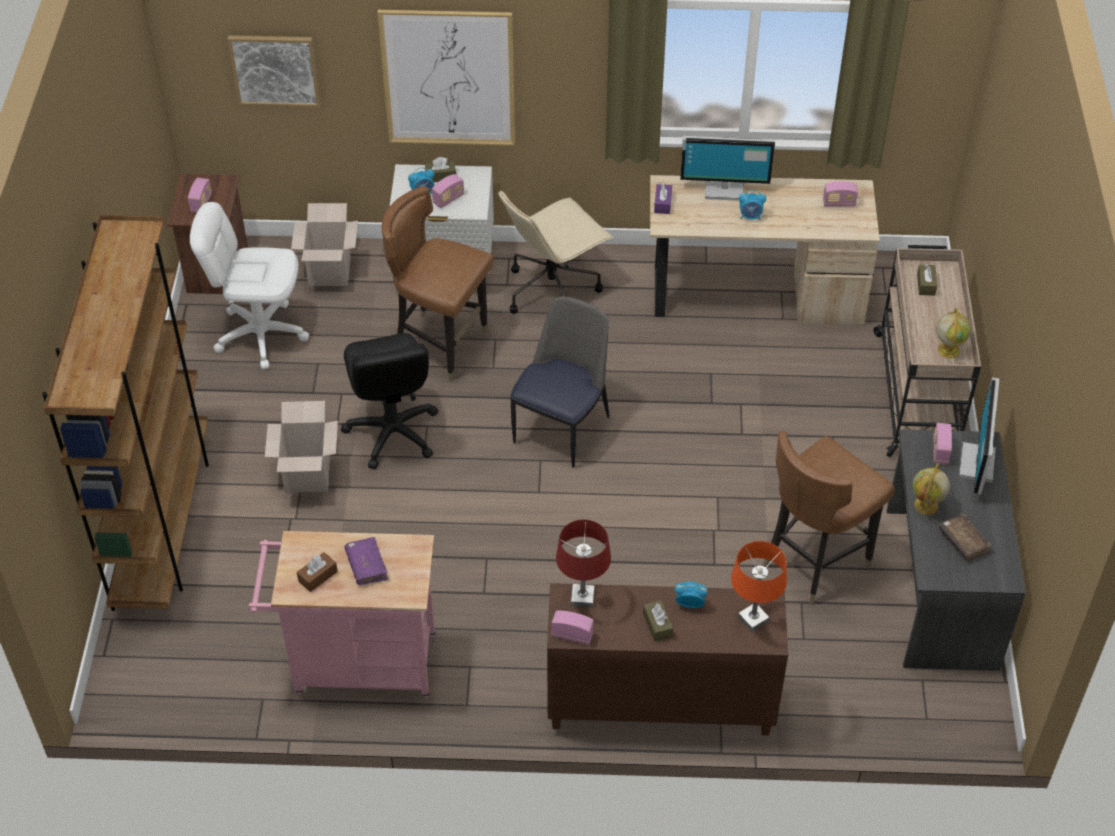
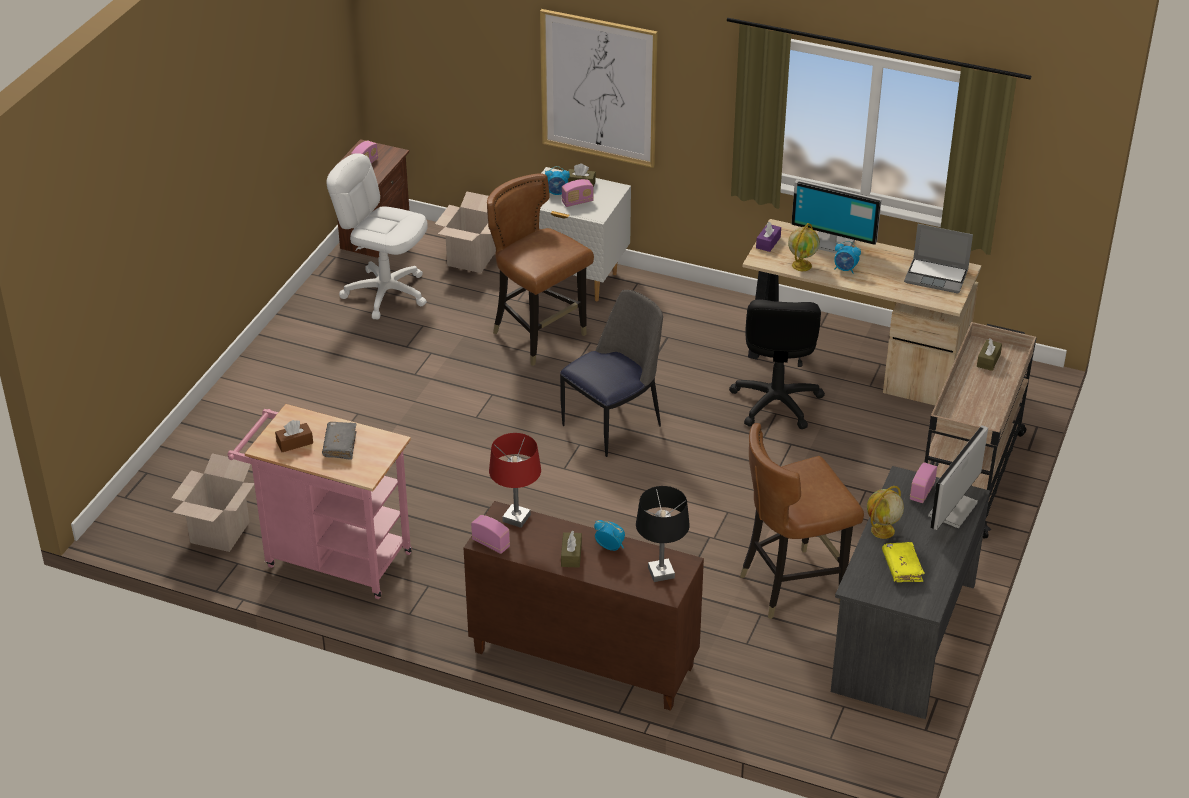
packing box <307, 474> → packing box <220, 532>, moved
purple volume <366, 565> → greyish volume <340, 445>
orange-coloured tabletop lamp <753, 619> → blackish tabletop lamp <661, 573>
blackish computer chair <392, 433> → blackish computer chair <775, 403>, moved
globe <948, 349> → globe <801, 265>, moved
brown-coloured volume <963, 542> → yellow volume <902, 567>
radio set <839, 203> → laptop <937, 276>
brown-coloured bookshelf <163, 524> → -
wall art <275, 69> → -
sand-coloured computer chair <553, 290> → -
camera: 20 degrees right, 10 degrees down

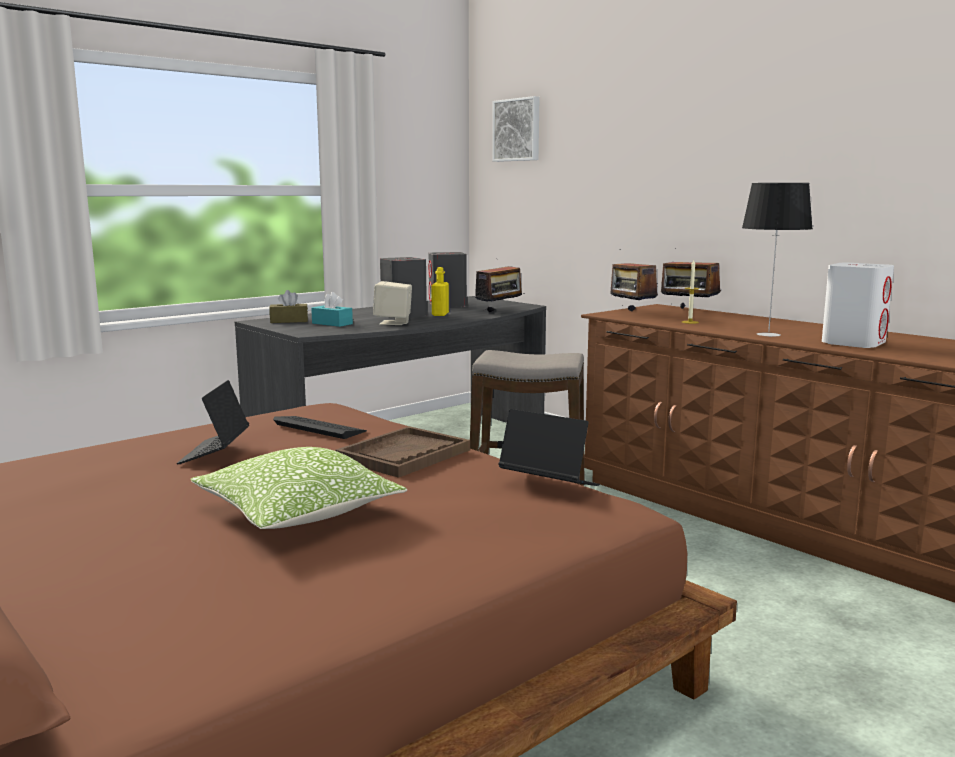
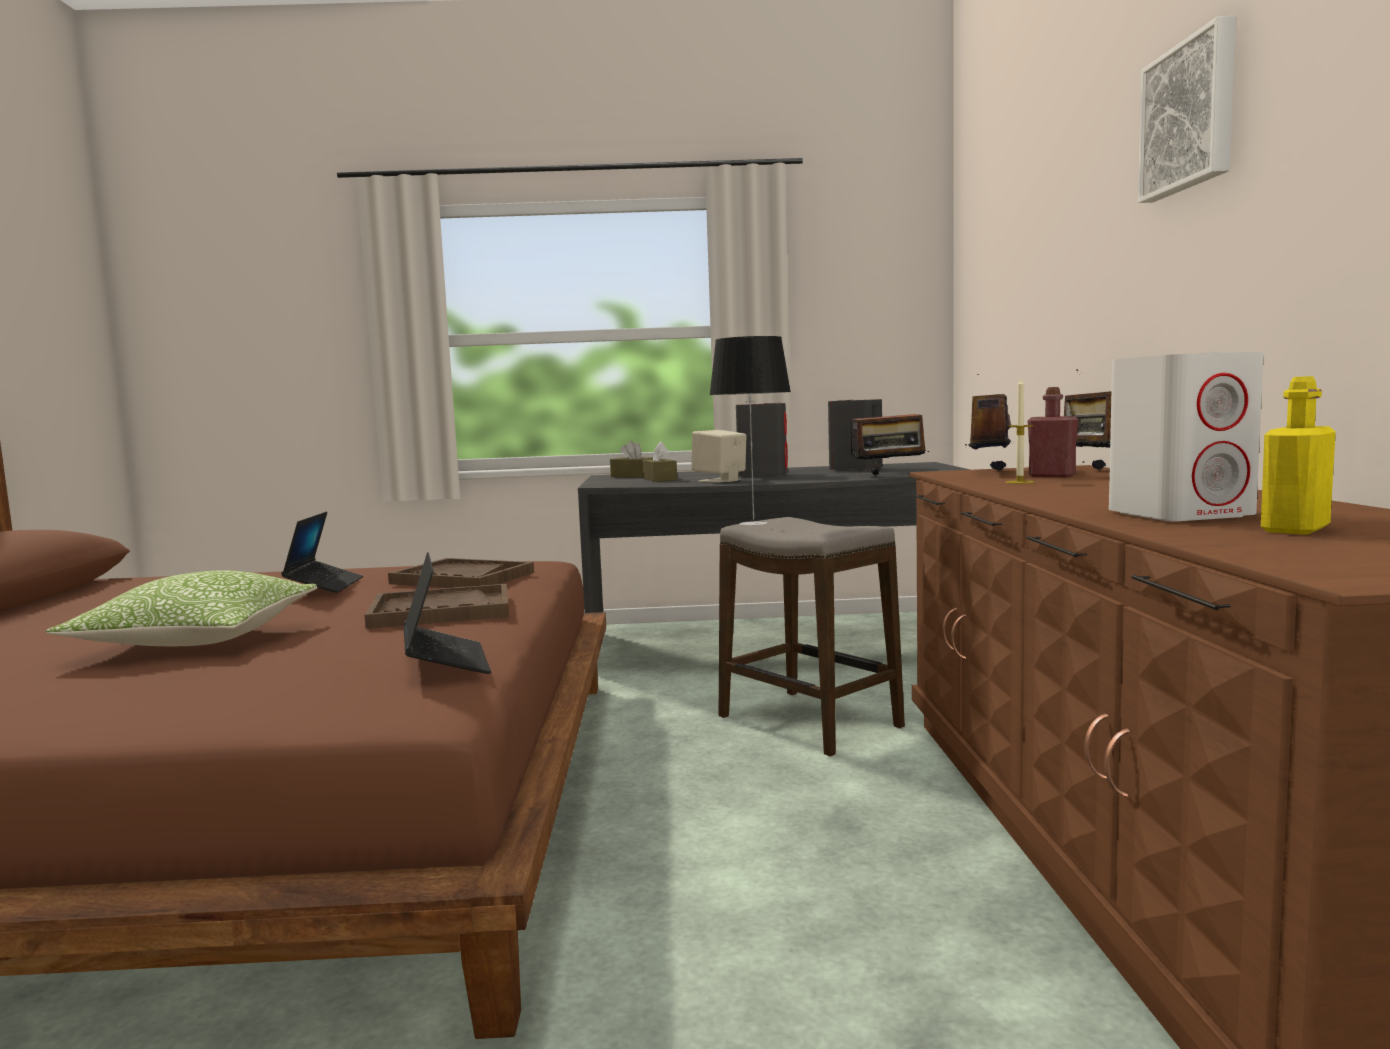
laptop <215, 453> → laptop <325, 585>, 135 degrees clockwise
computer keyboard <320, 428> → brown-coloured serving tray <462, 578>
turquoise-coloured box of tissues <332, 323> → brown-coloured box of tissues <659, 479>
tabletop lamp <767, 334> → tabletop lamp <753, 523>, moved
- → reddish bottle <1052, 476>
wall art <517, 130> → wall art <1190, 116>, moved
yellow bottle <440, 314> → yellow bottle <1295, 529>, moved
camera: 40 degrees right, 5 degrees down

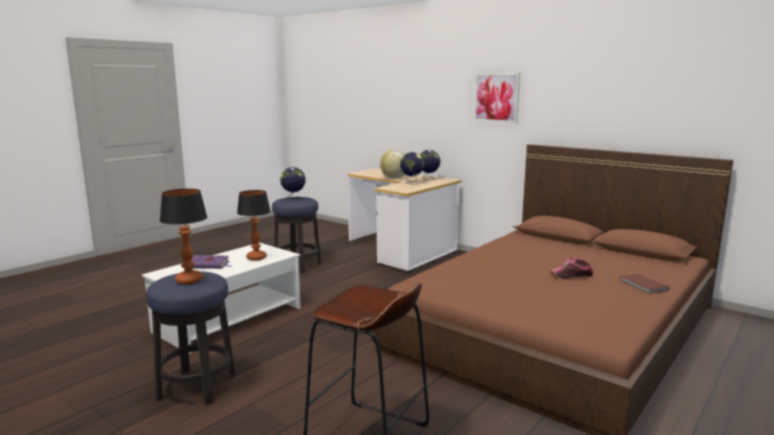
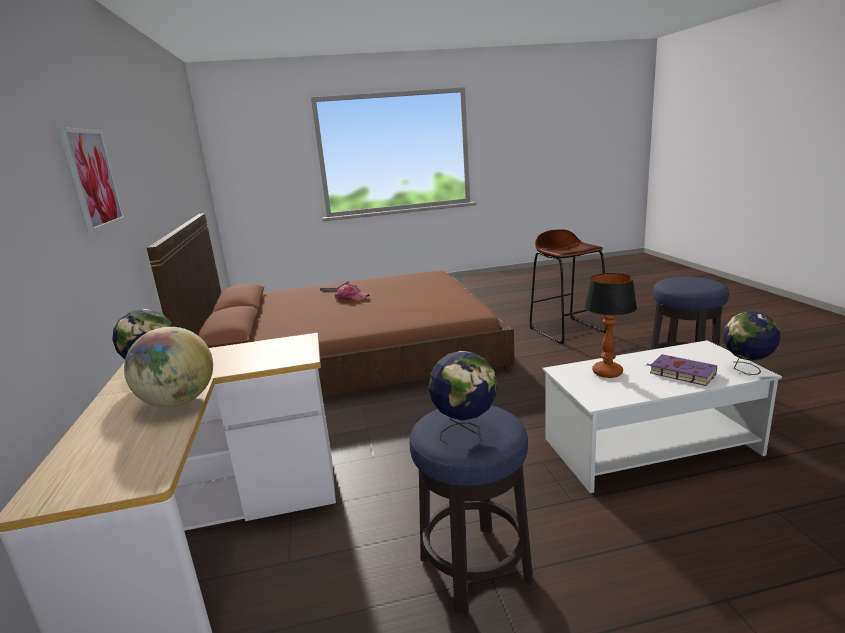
globe <411, 182> → globe <746, 370>, moved
tabletop lamp <189, 280> → -
camera: 140 degrees left, 5 degrees up

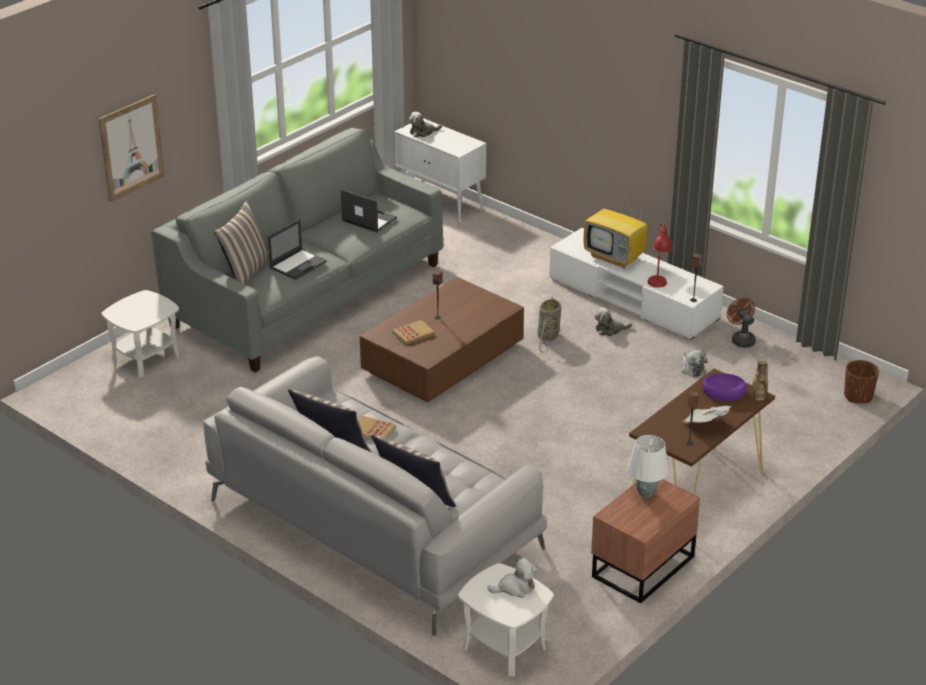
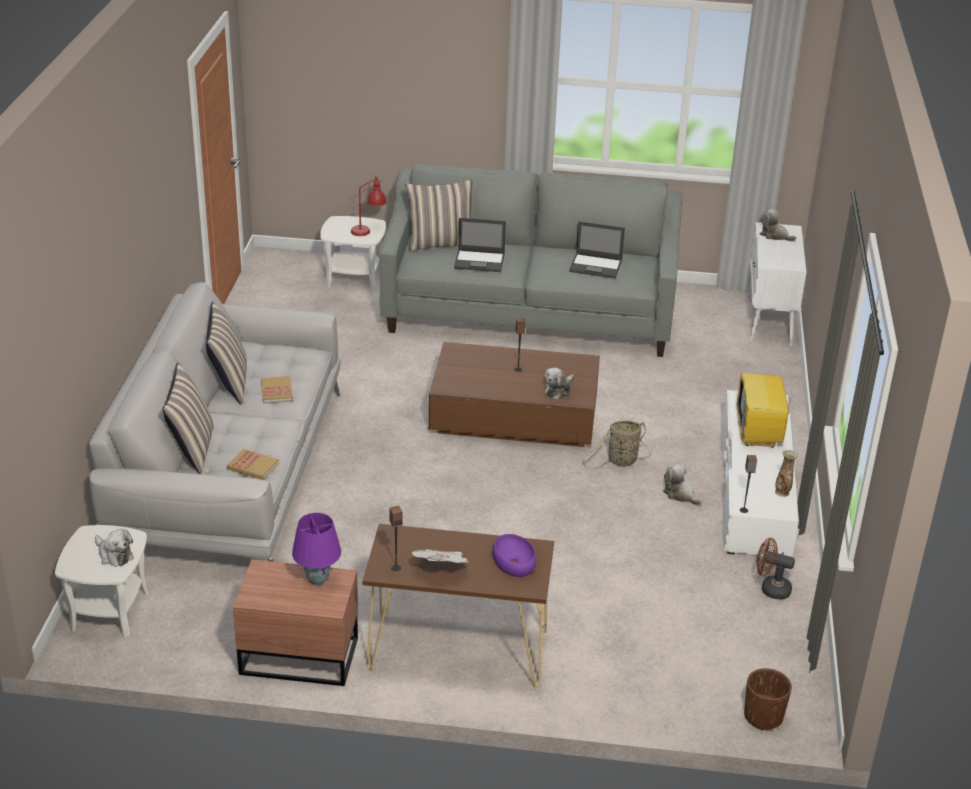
volume <413, 334> → volume <253, 466>, moved
white tabletop lamp <646, 493> → purple tabletop lamp <317, 580>
reddish tabletop lamp <658, 277> → reddish tabletop lamp <368, 230>, moved
cuddly toy <691, 368> → cuddly toy <558, 390>, moved
laptop <368, 219> → laptop <596, 266>, 105 degrees clockwise
brown-coloured cooling fan <741, 339> → brown-coloured cooling fan <770, 589>, 105 degrees counterclockwise
flower vase <758, 396> → flower vase <782, 492>, moved
wall art <131, 147> → -
camera: 55 degrees right, 0 degrees up

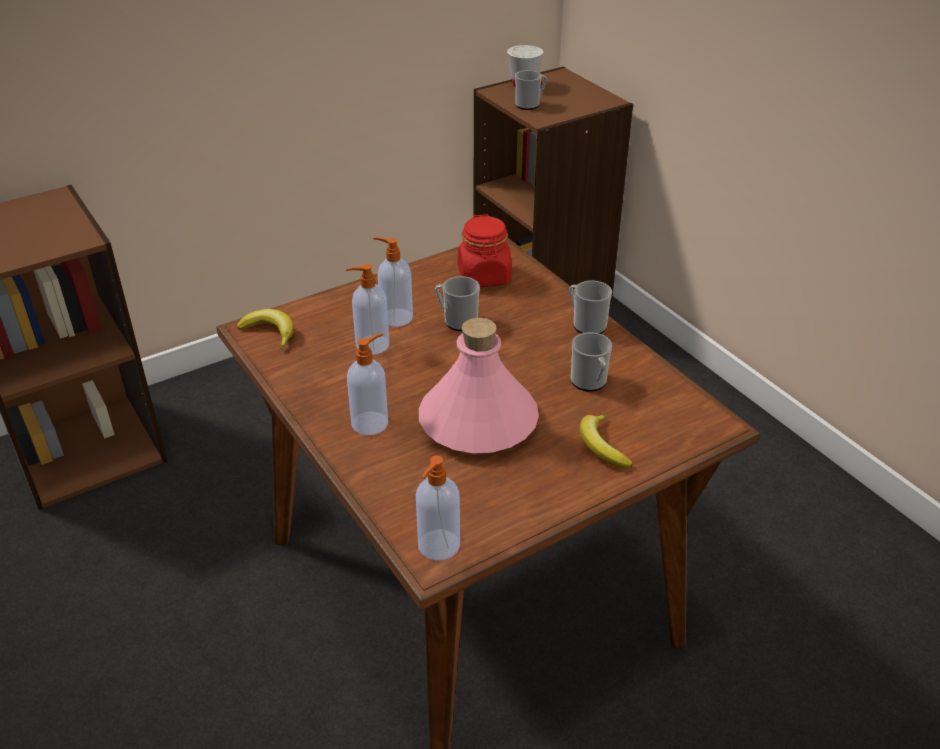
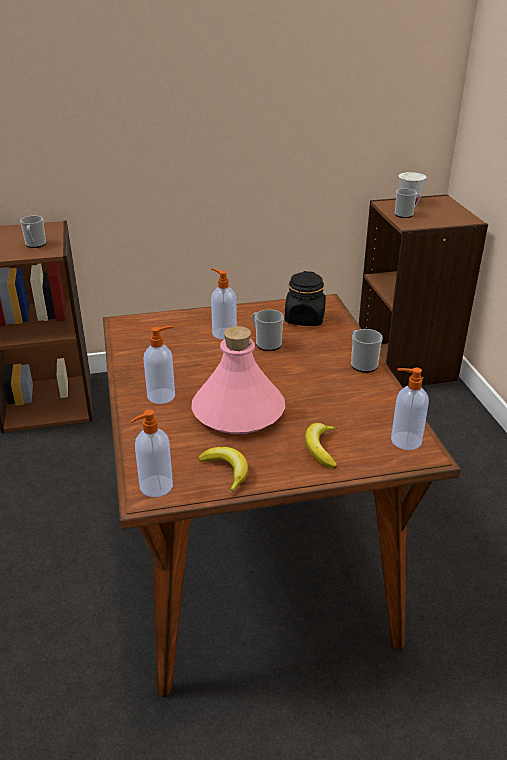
mug <590, 383> → mug <35, 245>, moved
banana fruit <270, 332> → banana fruit <226, 471>, moved
reddish preserve jar <484, 276> → blackish preserve jar <304, 319>
liquid soap bottle <371, 345> → liquid soap bottle <404, 441>, moved
camera: 20 degrees right, 5 degrees down

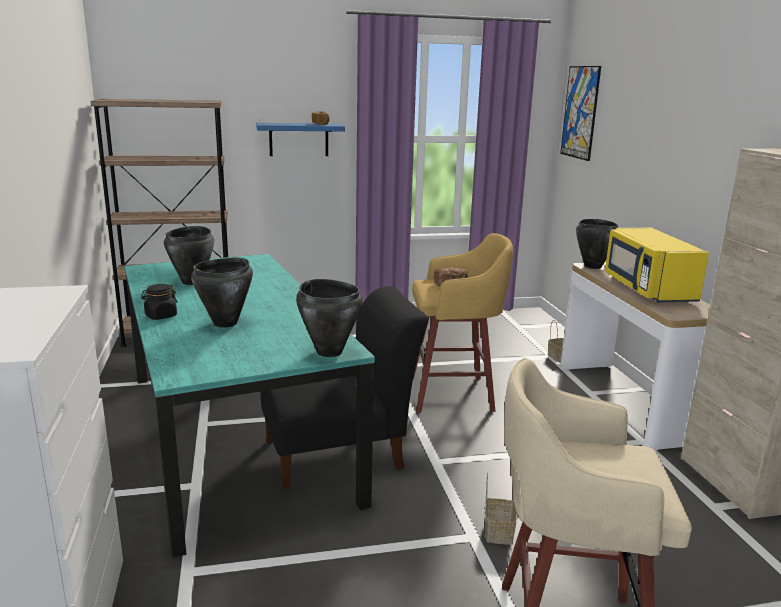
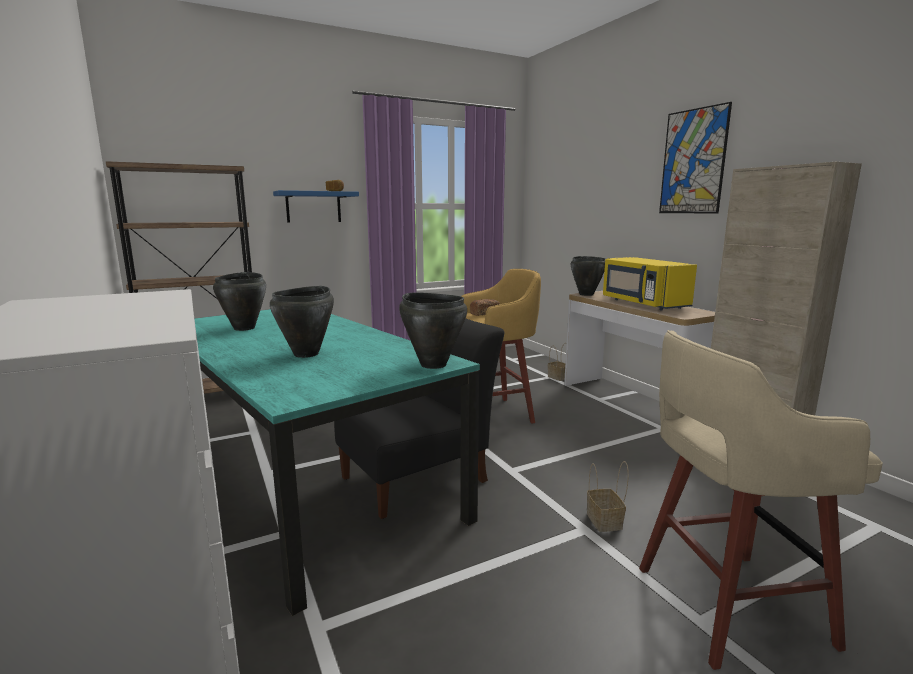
wall art <580, 112> → wall art <693, 162>, moved
blackish preserve jar <160, 316> → -
camera: 15 degrees left, 5 degrees down

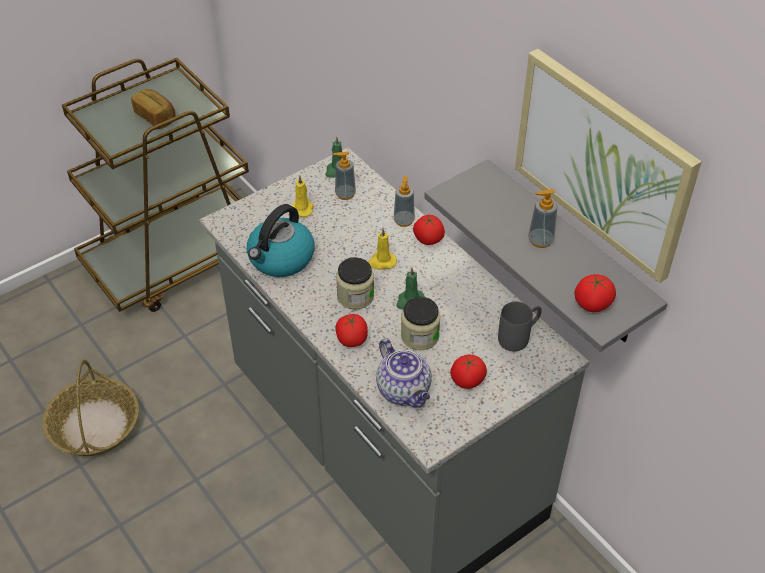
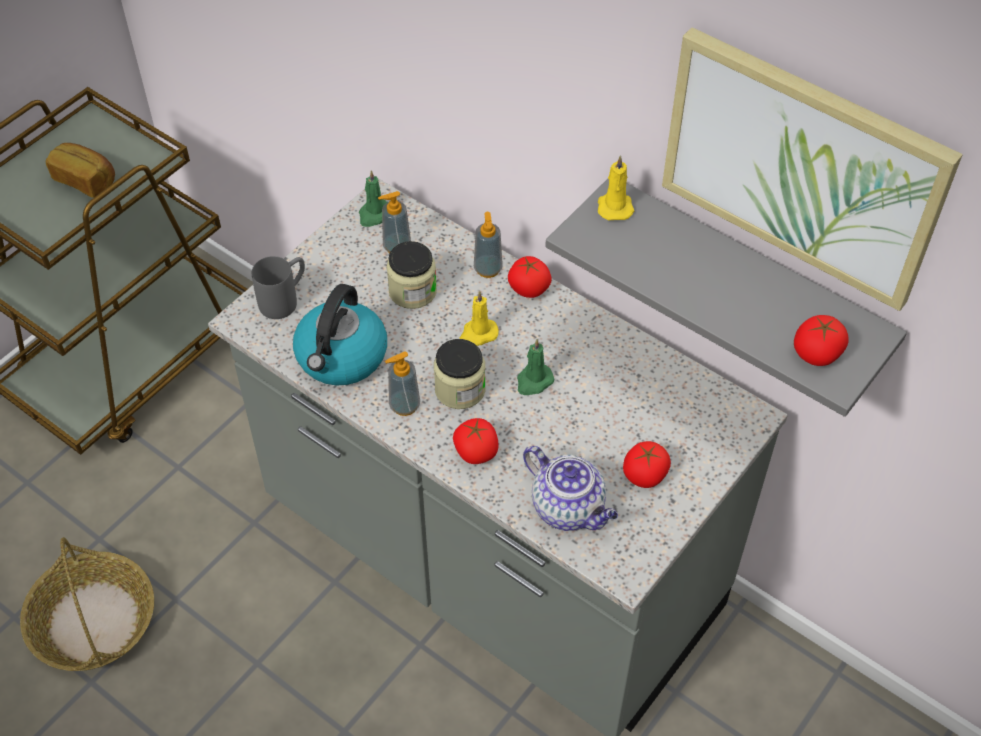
greyish mug <519, 337> → greyish mug <285, 299>, moved
liquid soap bottle <540, 240> → liquid soap bottle <404, 405>, moved
preserve jar <420, 336> → preserve jar <412, 291>, moved
yellow wax candle <302, 208> → yellow wax candle <614, 206>, moved
camera: 15 degrees left, 5 degrees up

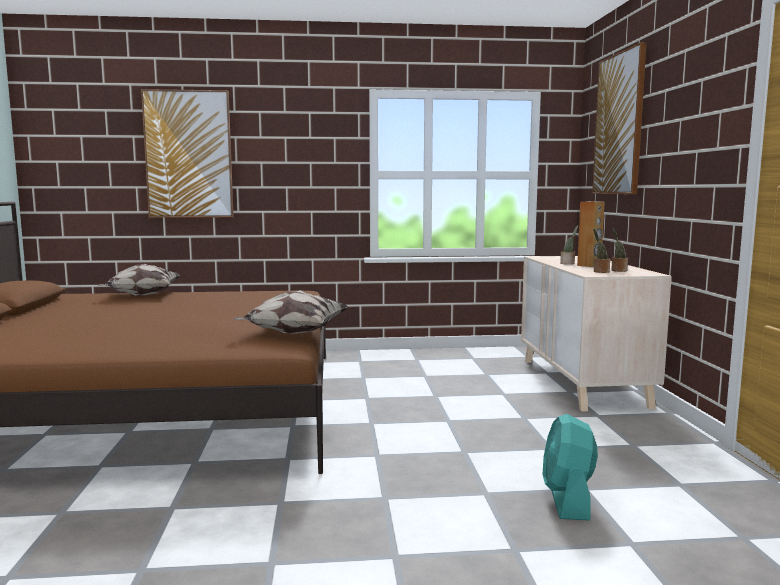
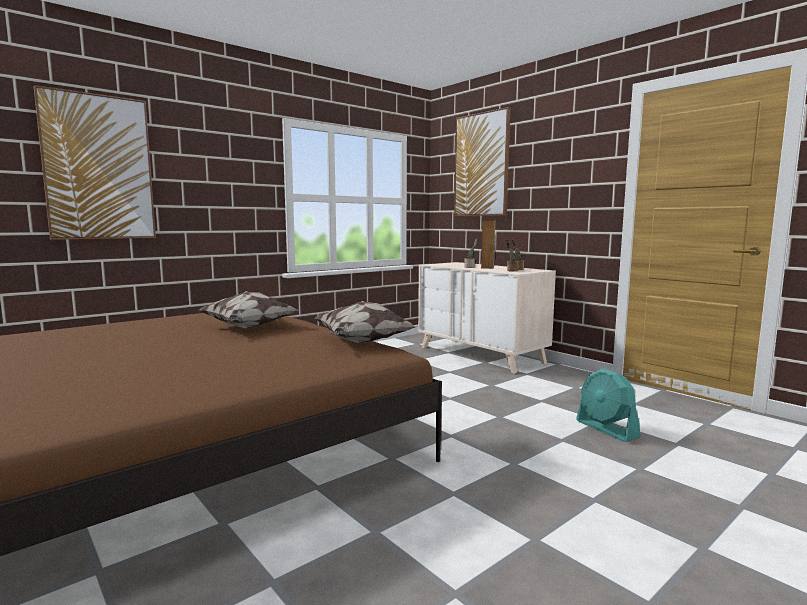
throw pillow <142, 295> → throw pillow <248, 327>, moved
camera: 35 degrees left, 0 degrees up

